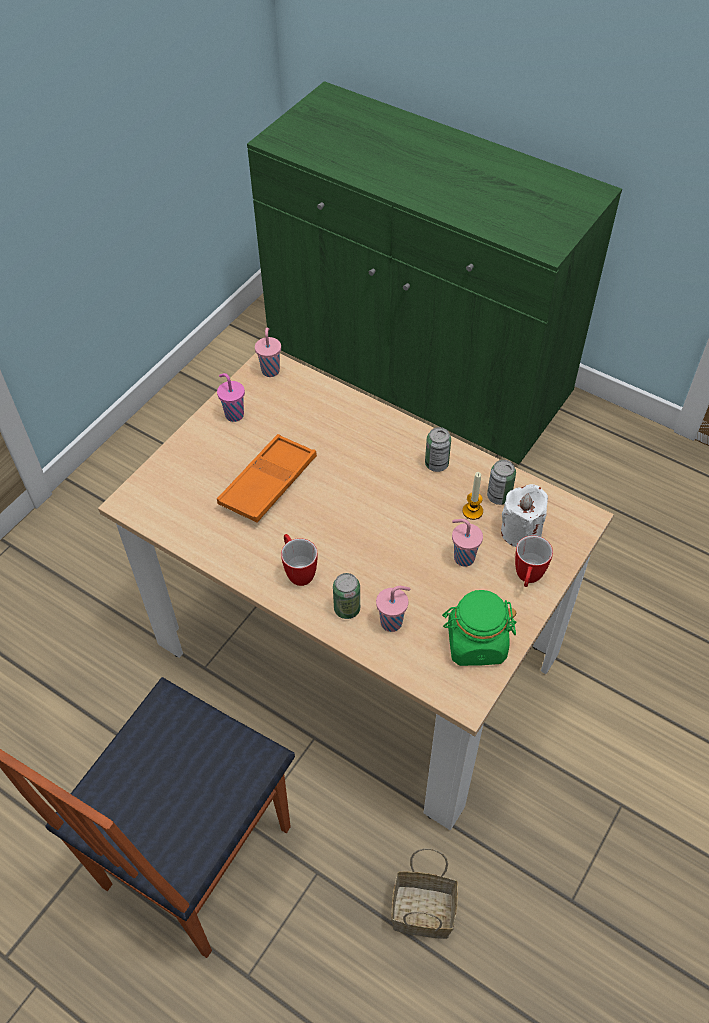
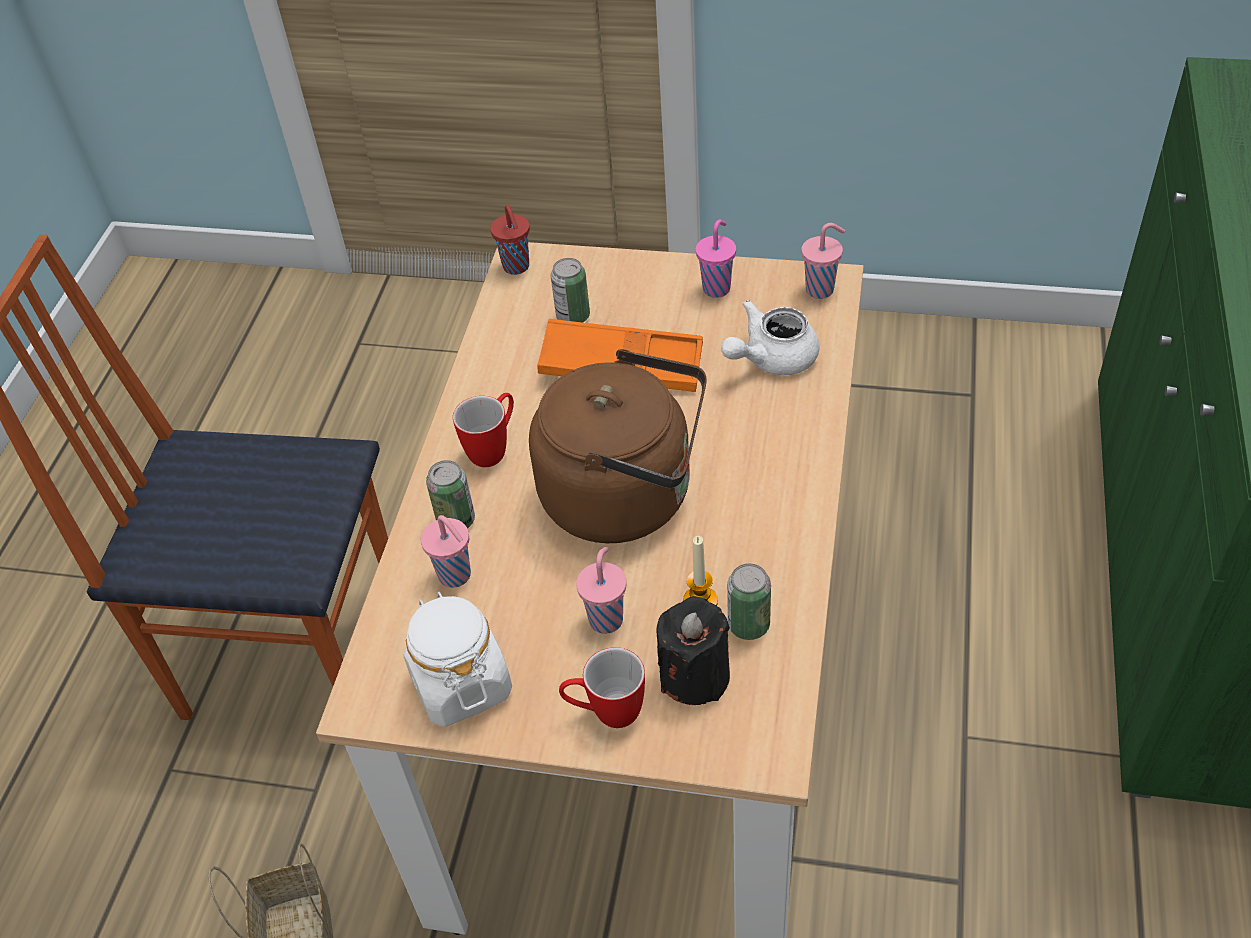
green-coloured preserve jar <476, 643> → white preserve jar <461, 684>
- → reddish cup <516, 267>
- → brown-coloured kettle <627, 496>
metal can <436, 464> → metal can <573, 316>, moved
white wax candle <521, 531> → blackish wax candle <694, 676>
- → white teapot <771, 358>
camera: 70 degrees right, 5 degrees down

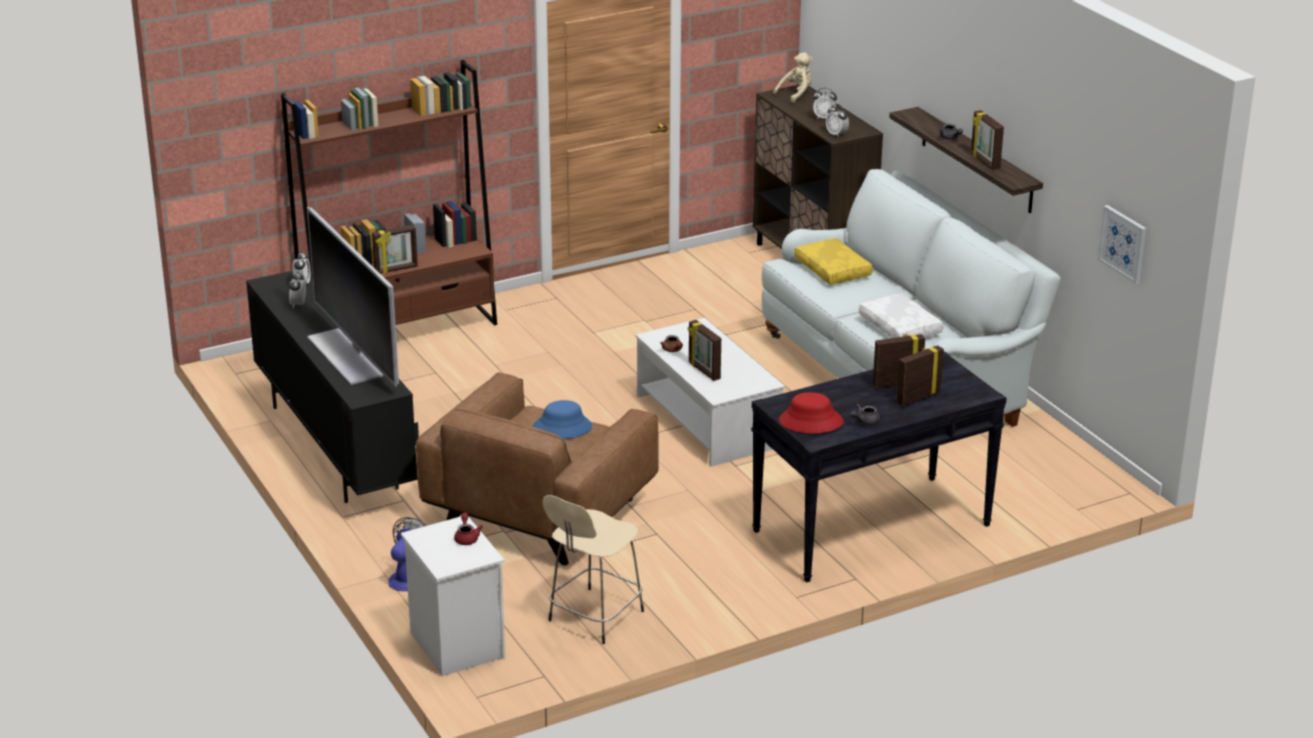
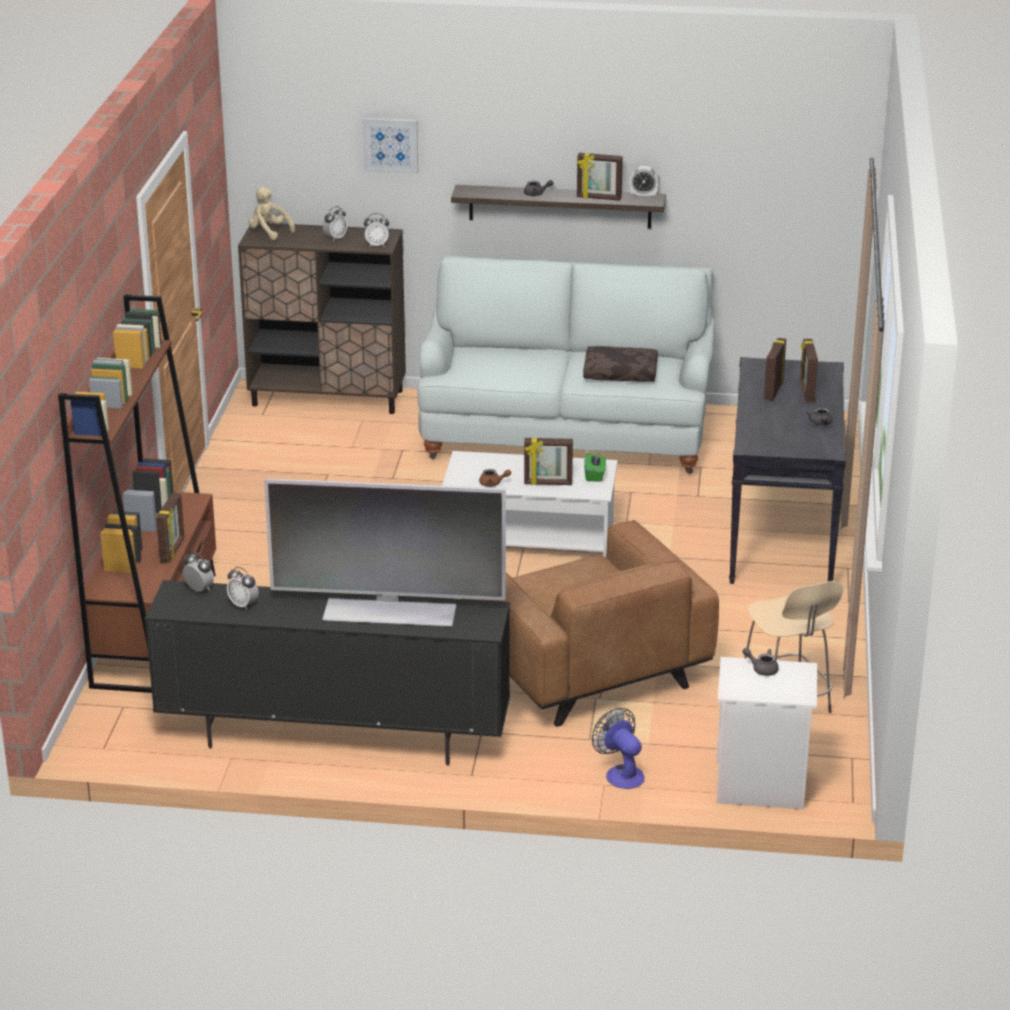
sand-coloured cuddly toy <796, 94> → sand-coloured cuddly toy <269, 232>, 45 degrees counterclockwise
wall art <1123, 244> → wall art <390, 145>, moved
white throw pillow <901, 327> → brown-coloured throw pillow <621, 373>
- → green-coloured box of tissues <594, 475>
- → alarm clock <643, 196>
reddish teapot <466, 538> → greyish teapot <762, 669>
bluish hat <562, 428> → -
reddish hat <811, 422> → -
yellow throw pillow <834, 270> → -
camera: 55 degrees left, 0 degrees up

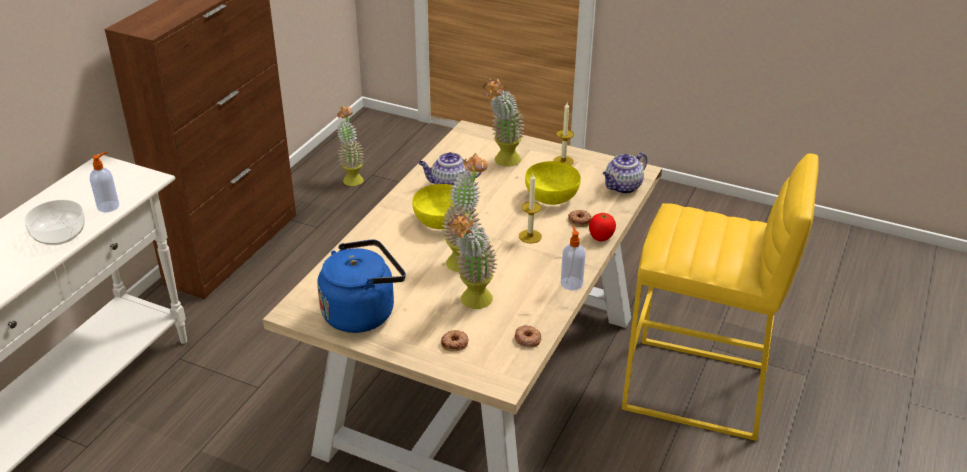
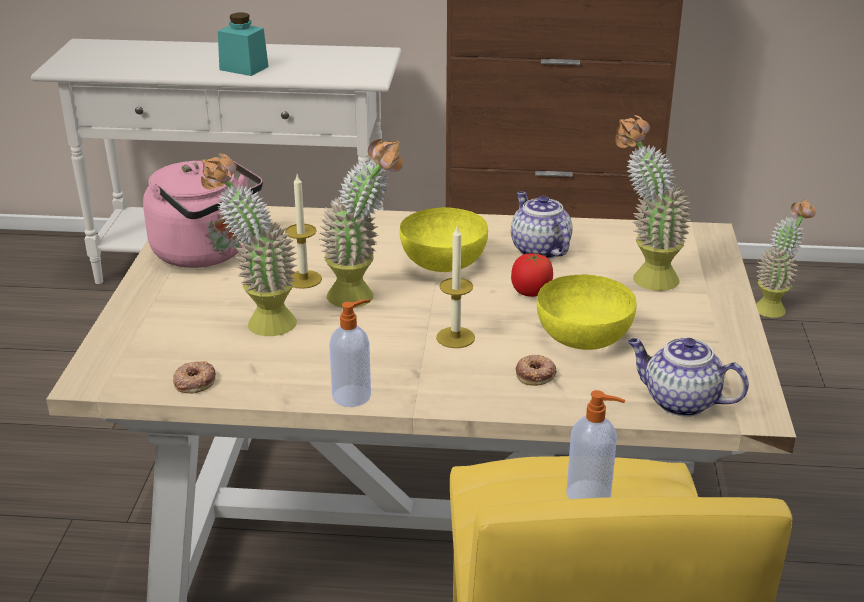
bluish kettle <362, 312> → pink kettle <206, 253>
bowl <59, 233> → turquoise-coloured preserve jar <244, 68>
wax candle <563, 161> → wax candle <304, 279>, moved
fresh tomato <601, 237> → fresh tomato <531, 292>, moved
liquid soap bottle <109, 206> → liquid soap bottle <590, 495>, moved
donut <455, 343> → -
camera: 70 degrees right, 5 degrees down

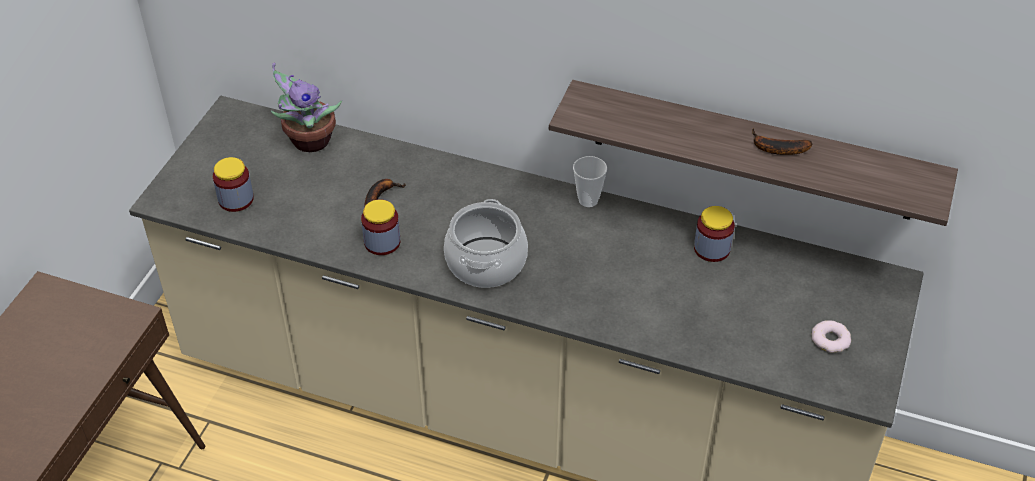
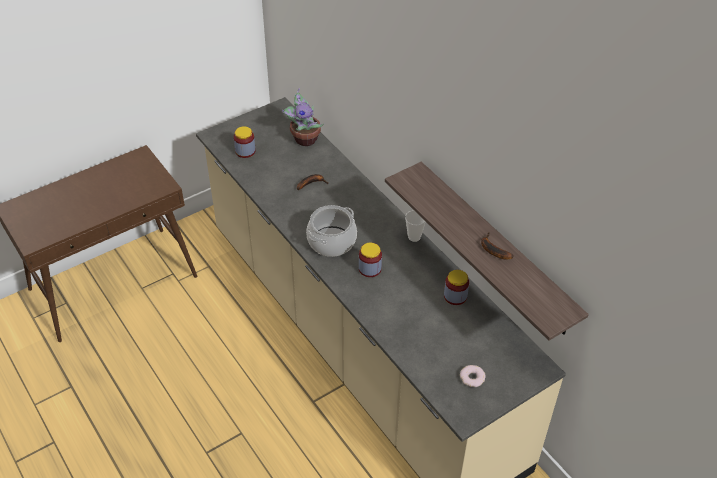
preserve jar <382, 242> → preserve jar <370, 269>, moved
camera: 35 degrees right, 0 degrees up

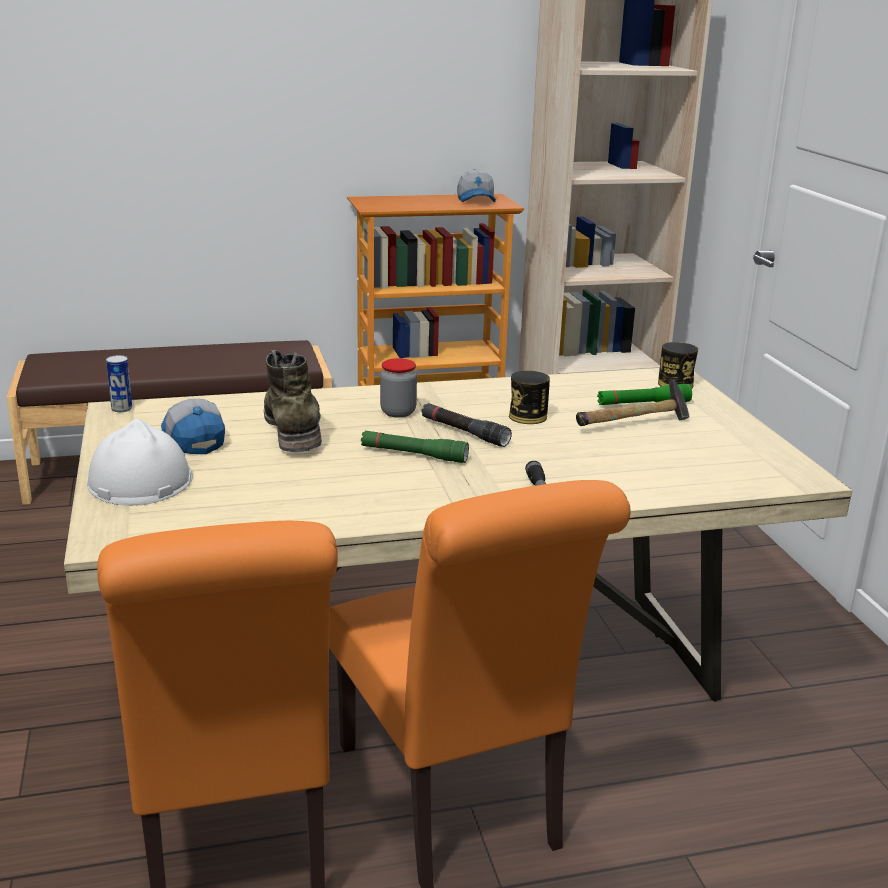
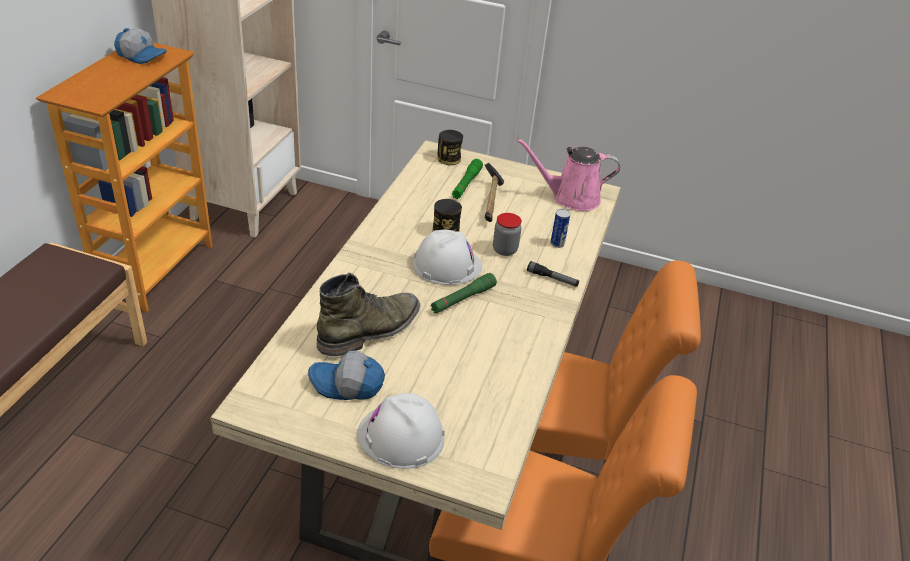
green-coloured high-top boot <292, 427> → green-coloured high-top boot <370, 330>, 120 degrees clockwise
blackish hand torch <464, 432> → white safety helmet <447, 265>
preserve jar <398, 412> → preserve jar <504, 250>, moved
- → pink sprinkling can <570, 198>
metal can <121, 409> → metal can <557, 243>, moved
camera: 60 degrees left, 15 degrees up

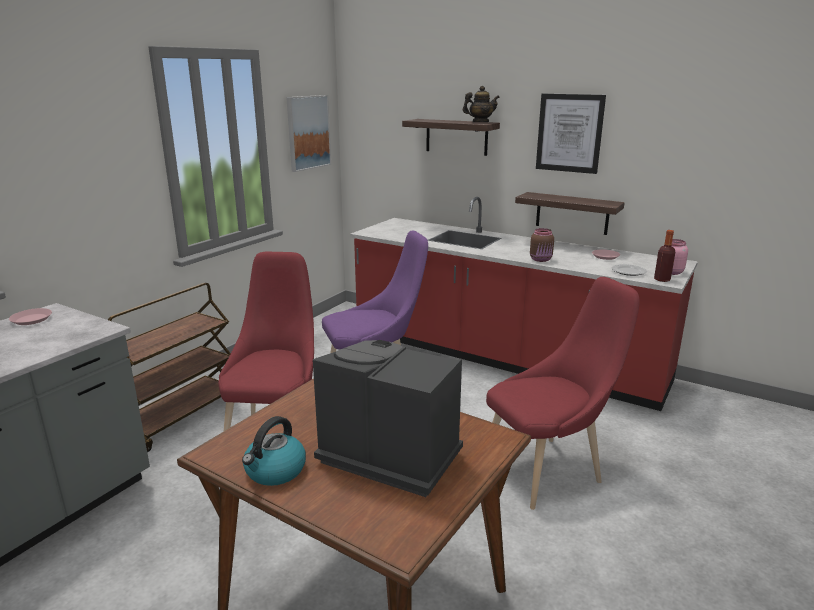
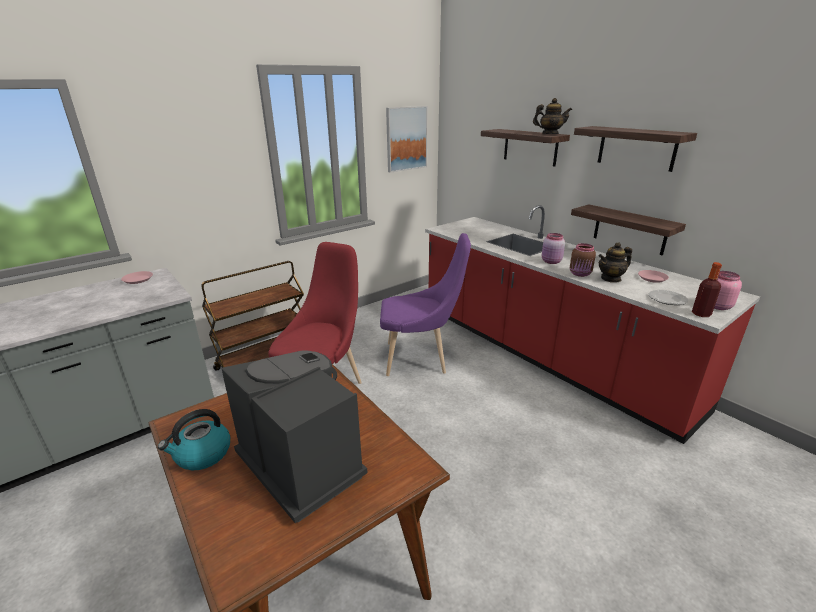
- → pink preserve jar <551, 262>
wall art <569, 133> → shelf <636, 148>
- → teapot <611, 278>
reddish upright chair <548, 469> → -
camera: 20 degrees right, 5 degrees up

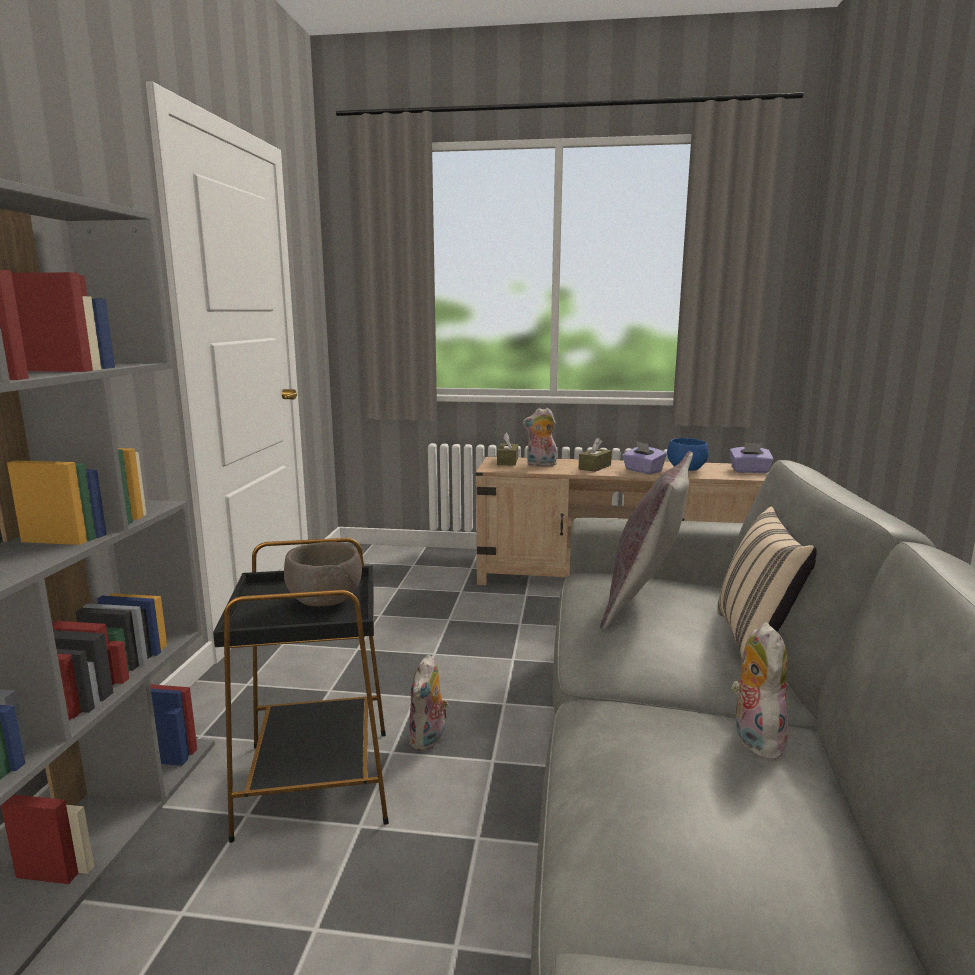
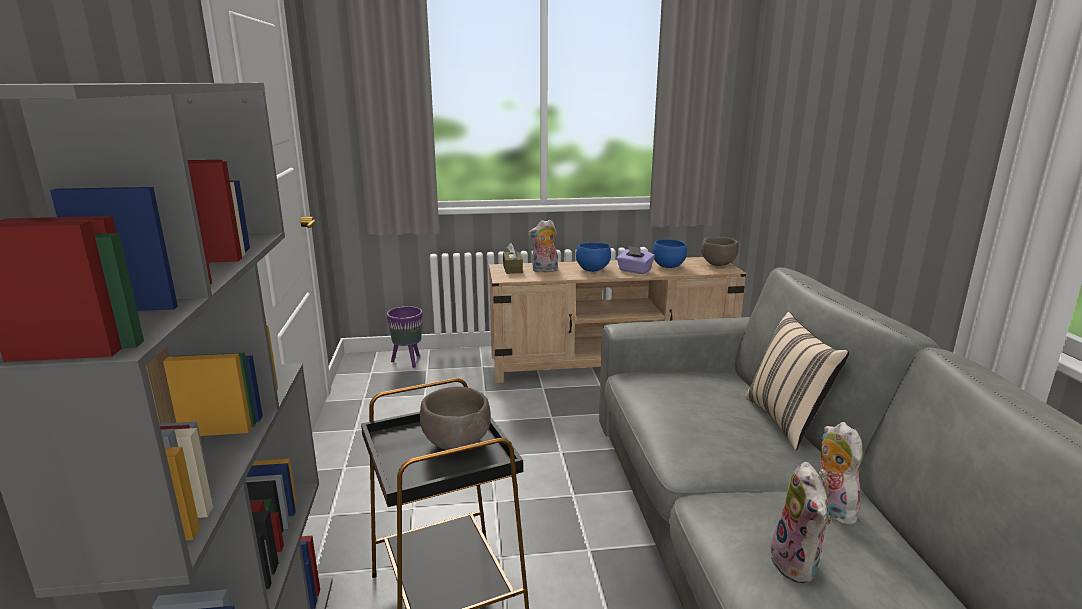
- → purple flower pot <408, 361>
brown-coloured box of tissues <594, 467> → bluish bowl <592, 269>
purple box of tissues <749, 471> → brown-coloured bowl <717, 264>
cuddly toy <429, 740> → cuddly toy <798, 565>, moved
greyish throw pillow <644, 602> → -
camera: 15 degrees left, 5 degrees up

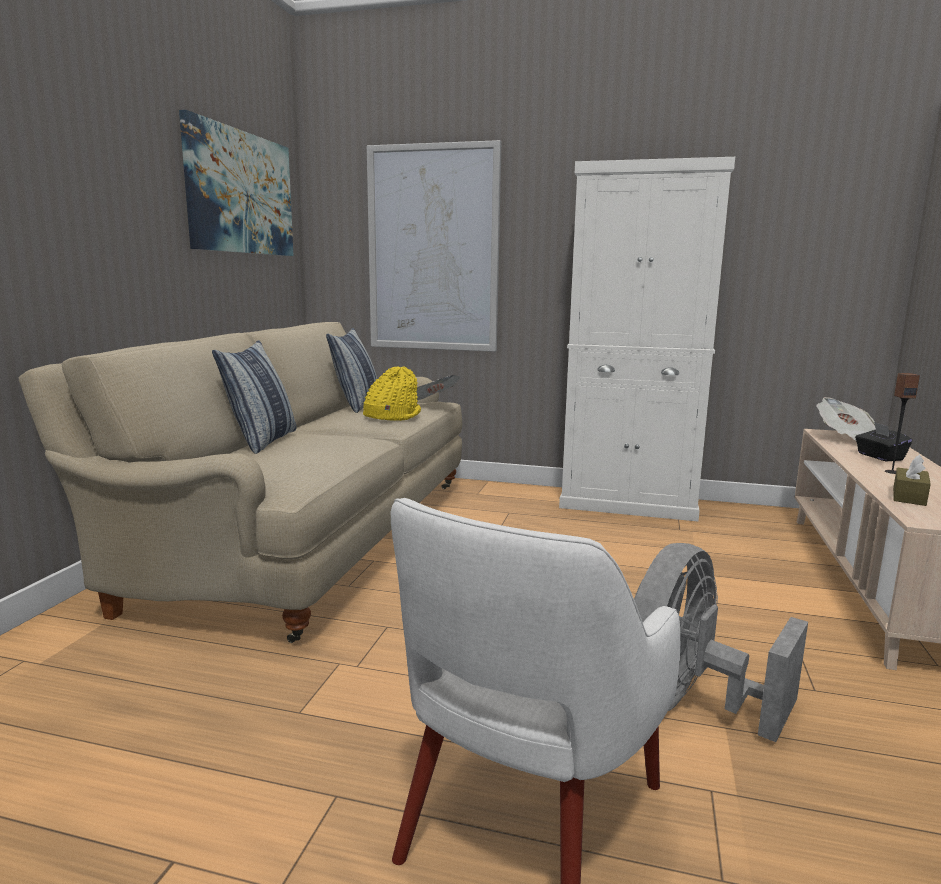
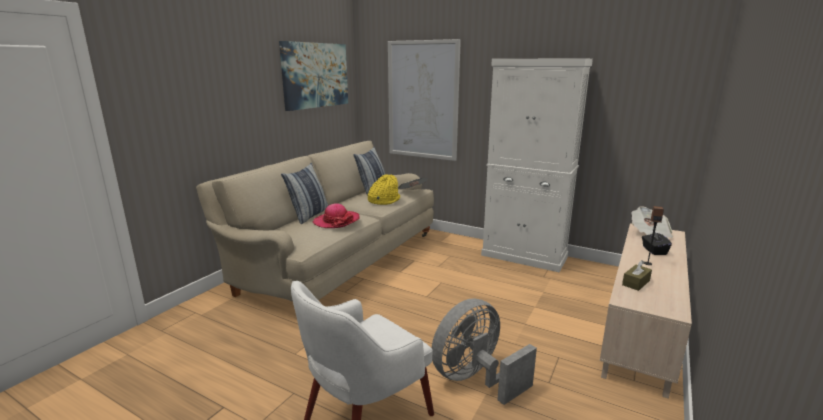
- → hat <336, 221>
camera: 15 degrees right, 5 degrees up

